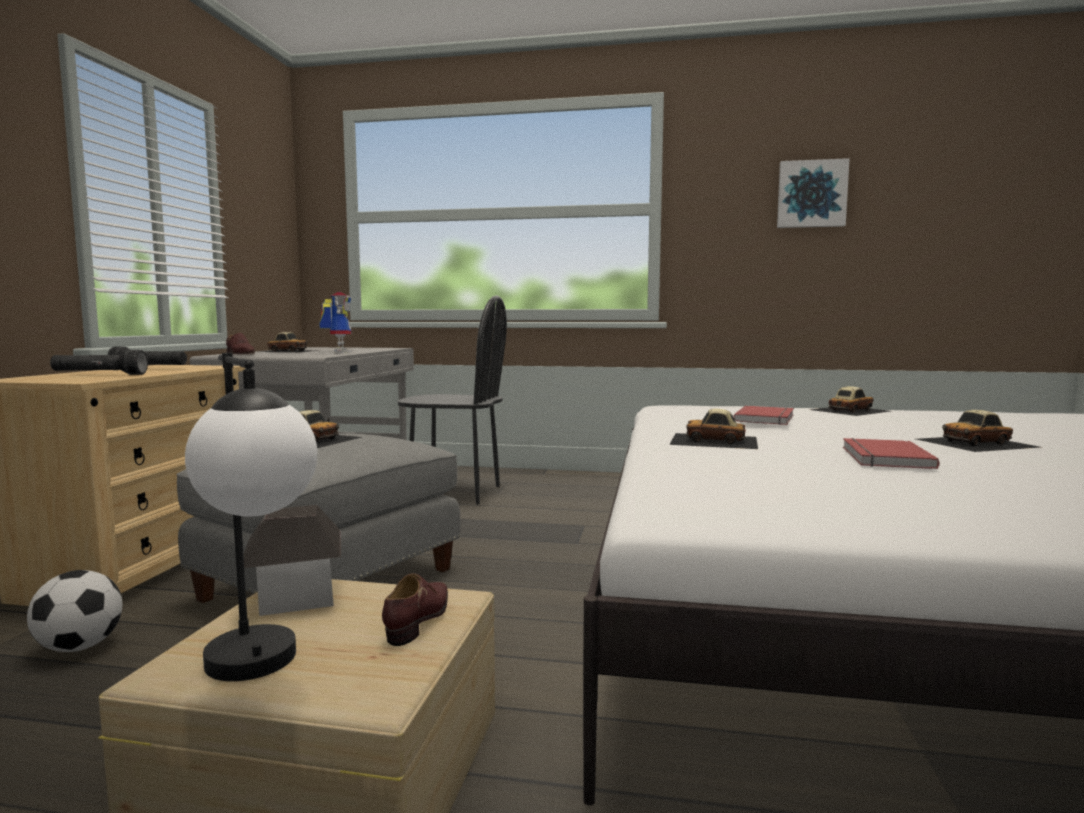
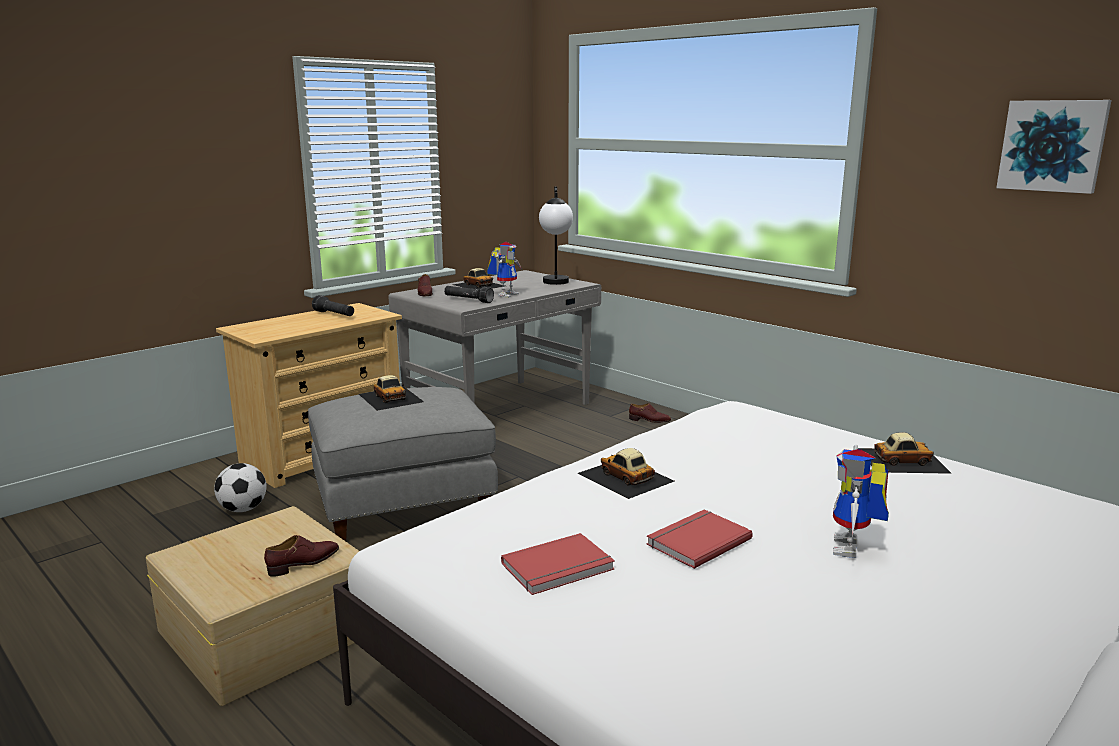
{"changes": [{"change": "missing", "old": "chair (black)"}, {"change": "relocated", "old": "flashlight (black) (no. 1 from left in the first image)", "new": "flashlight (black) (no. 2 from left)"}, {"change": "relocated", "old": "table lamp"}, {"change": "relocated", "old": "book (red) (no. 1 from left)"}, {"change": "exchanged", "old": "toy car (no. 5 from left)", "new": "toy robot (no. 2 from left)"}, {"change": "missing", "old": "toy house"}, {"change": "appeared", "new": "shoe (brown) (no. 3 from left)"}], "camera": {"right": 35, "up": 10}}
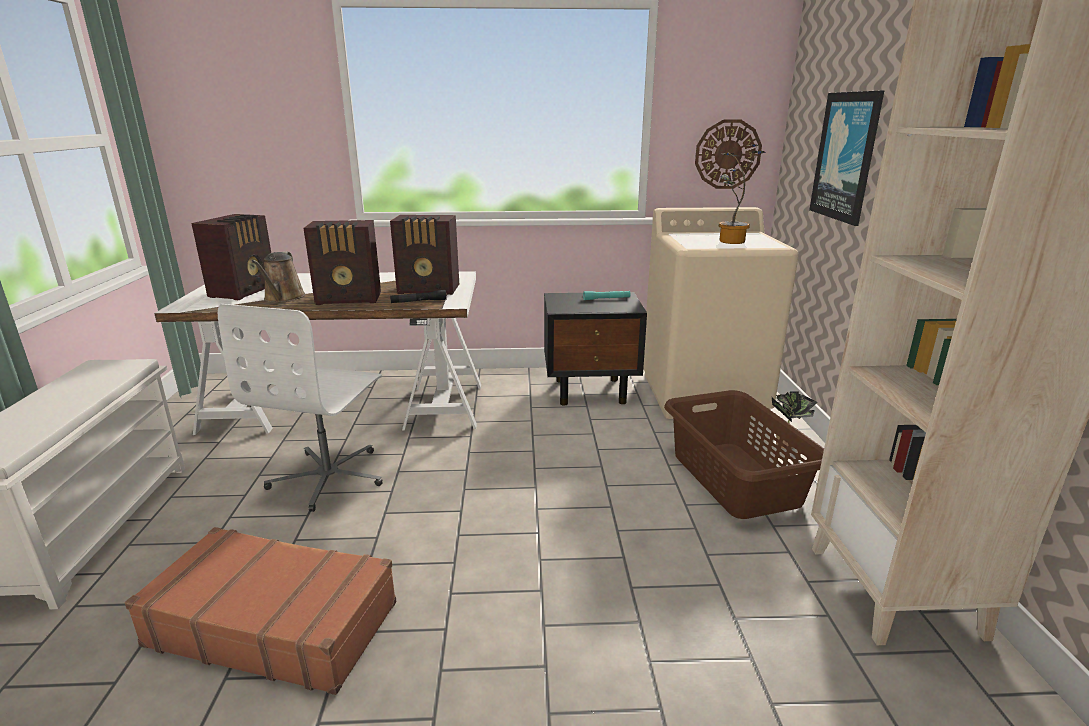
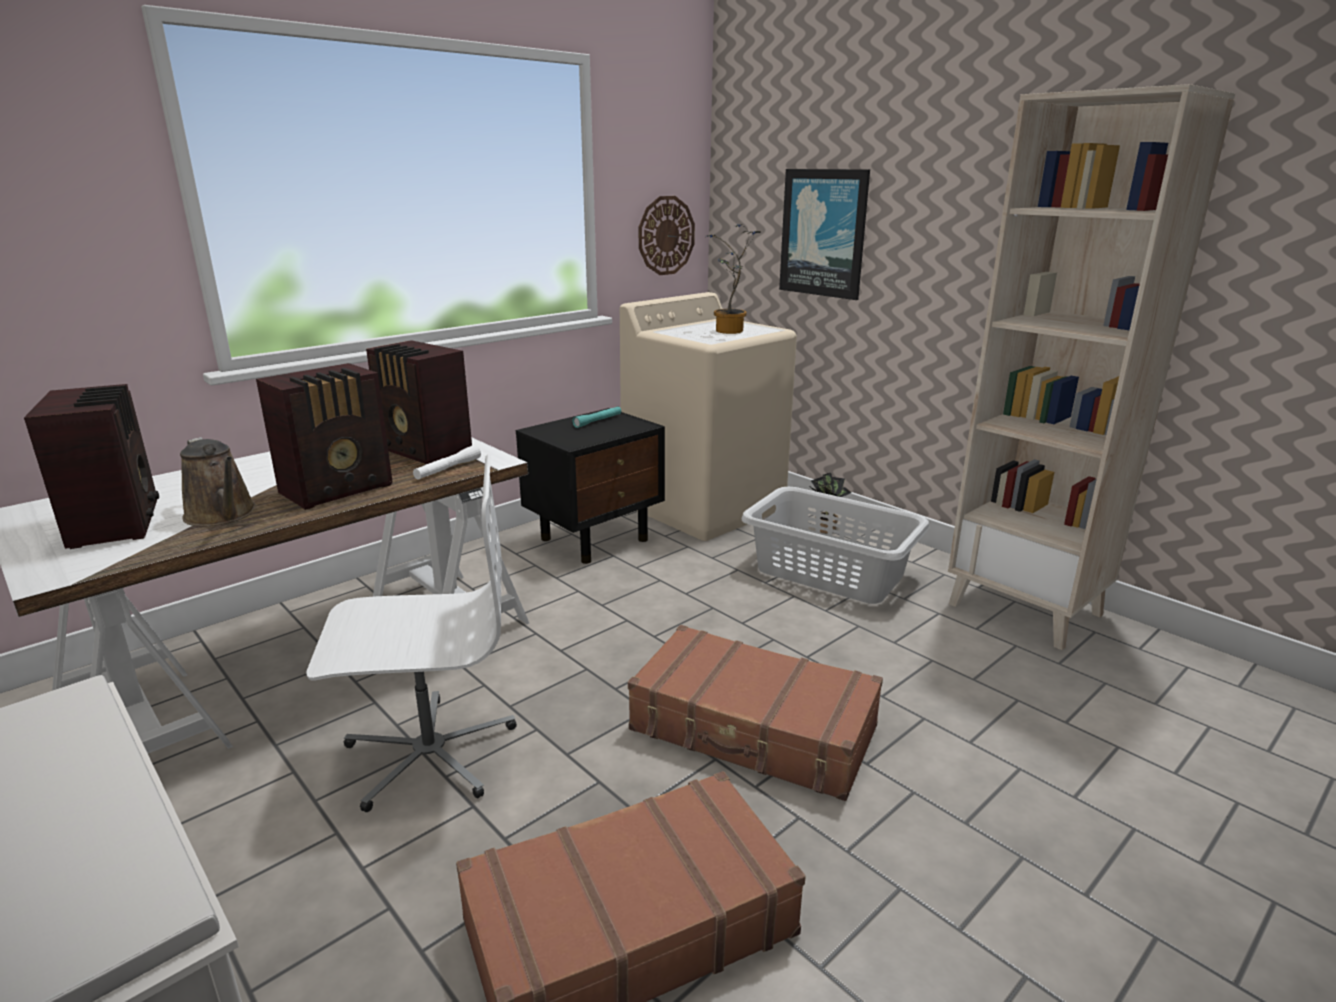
{"changes": [{"change": "spun", "old": "radio (no. 3 from left)", "degrees": 75}, {"change": "colour", "old": "flashlight (black)", "new": "flashlight (white)"}, {"change": "spun", "old": "office chair (white)", "degrees": -75}, {"change": "colour", "old": "laundry basket (brown)", "new": "laundry basket (grey)"}, {"change": "appeared", "new": "suitcase (brown) (no. 2 from left)"}], "camera": {"right": -40, "up": 0}}
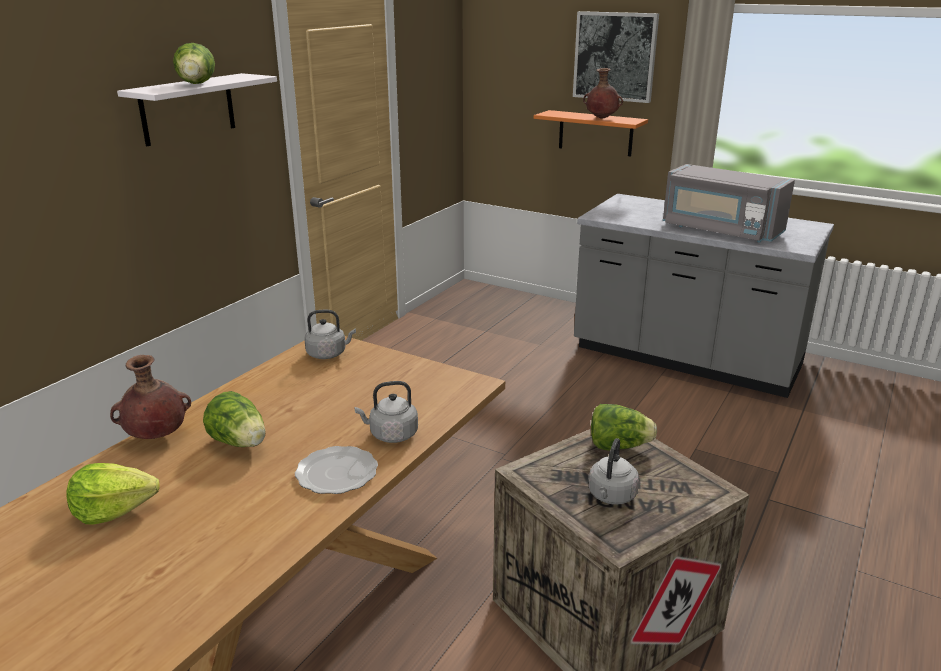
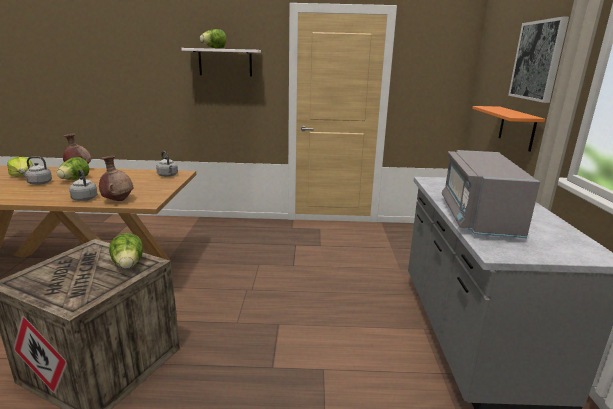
{"changes": [{"change": "relocated", "old": "vase (brown) (no. 2 from left)"}, {"change": "relocated", "old": "kettle (grey) (no. 3 from left in the first image)", "new": "kettle (grey) (no. 1 from left)"}, {"change": "missing", "old": "plate"}], "camera": {"right": 60, "up": -5}}
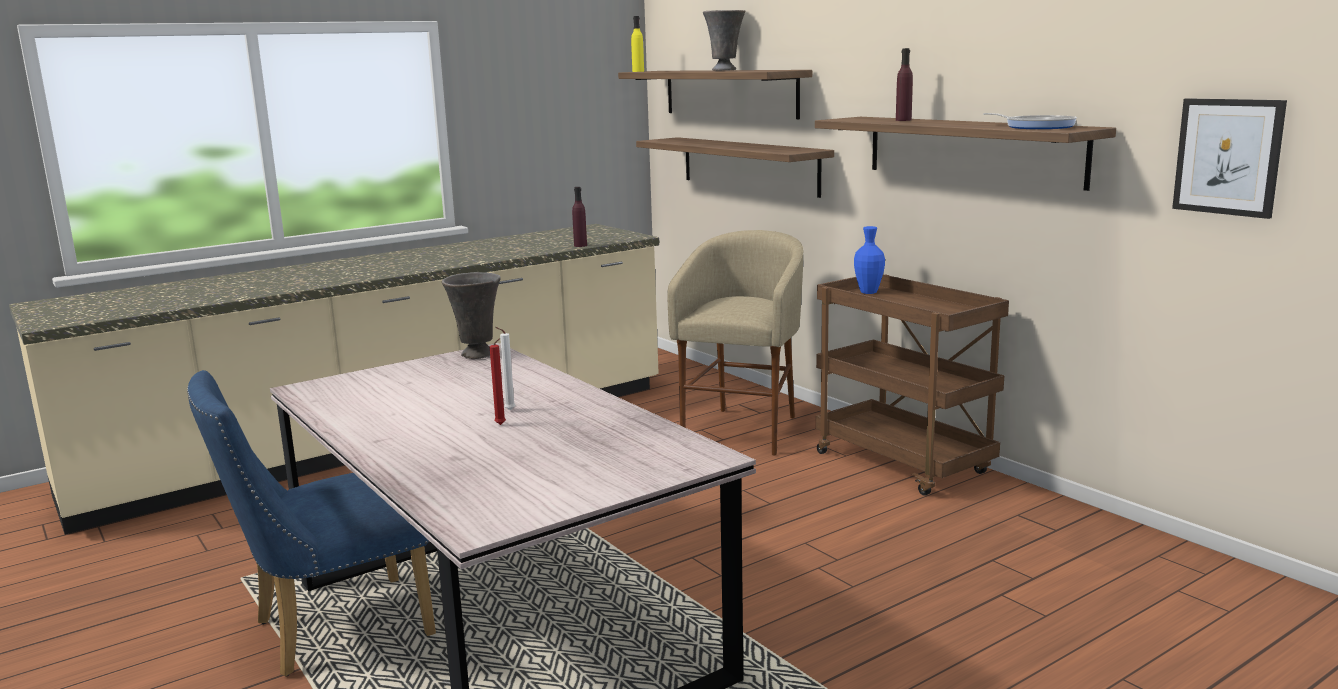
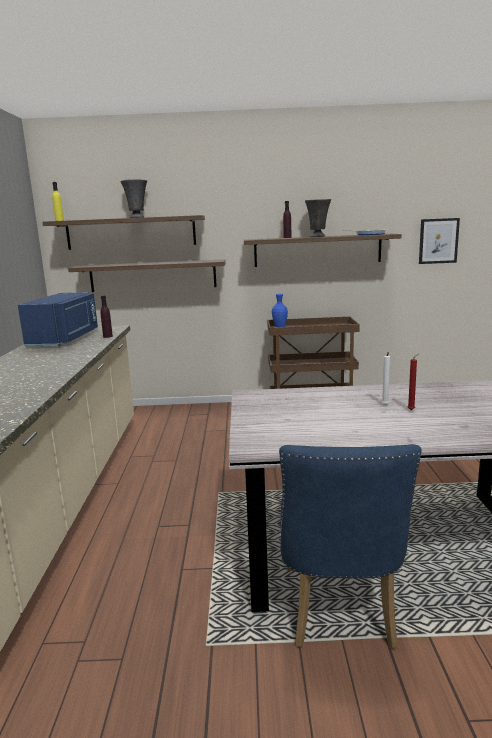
{"changes": [{"change": "missing", "old": "stool (beige)"}, {"change": "relocated", "old": "vase (grey) (no. 1 from left in the first image)", "new": "vase (grey) (no. 2 from left)"}, {"change": "appeared", "new": "microwave (blue)"}], "camera": {"right": -55, "up": 0}}
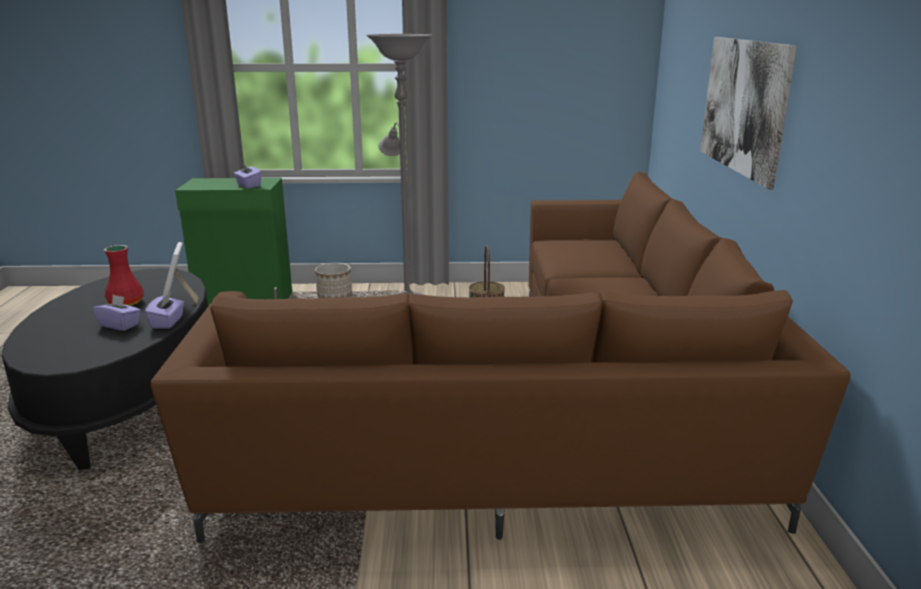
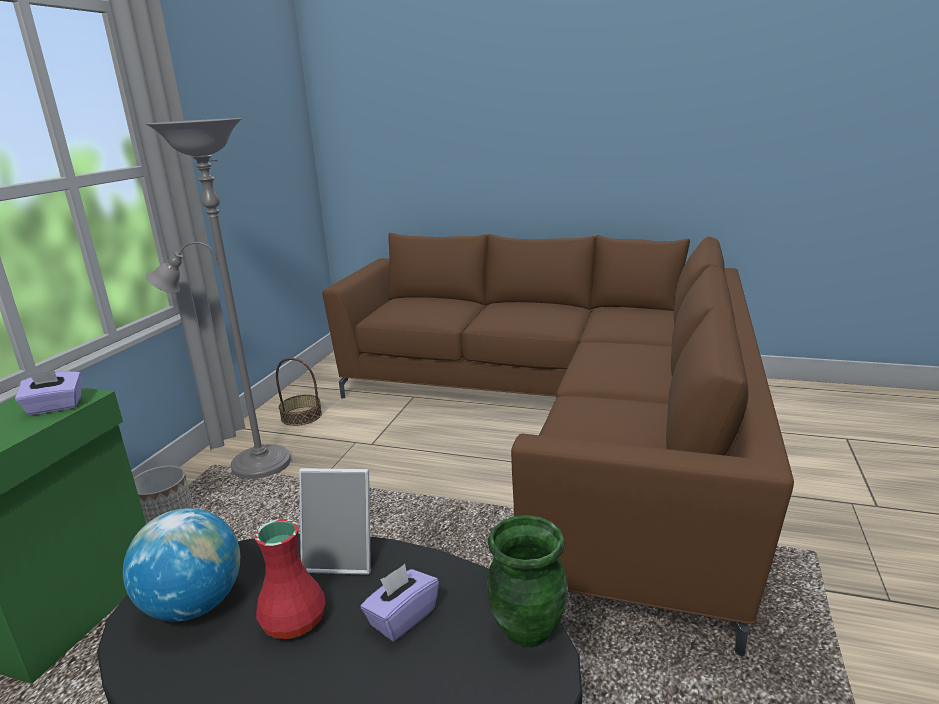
{"changes": [{"change": "missing", "old": "picture"}, {"change": "missing", "old": "tissue box (purple) (no. 2 from left)"}, {"change": "appeared", "new": "globe"}, {"change": "appeared", "new": "vase (green)"}], "camera": {"right": -70, "up": 0}}
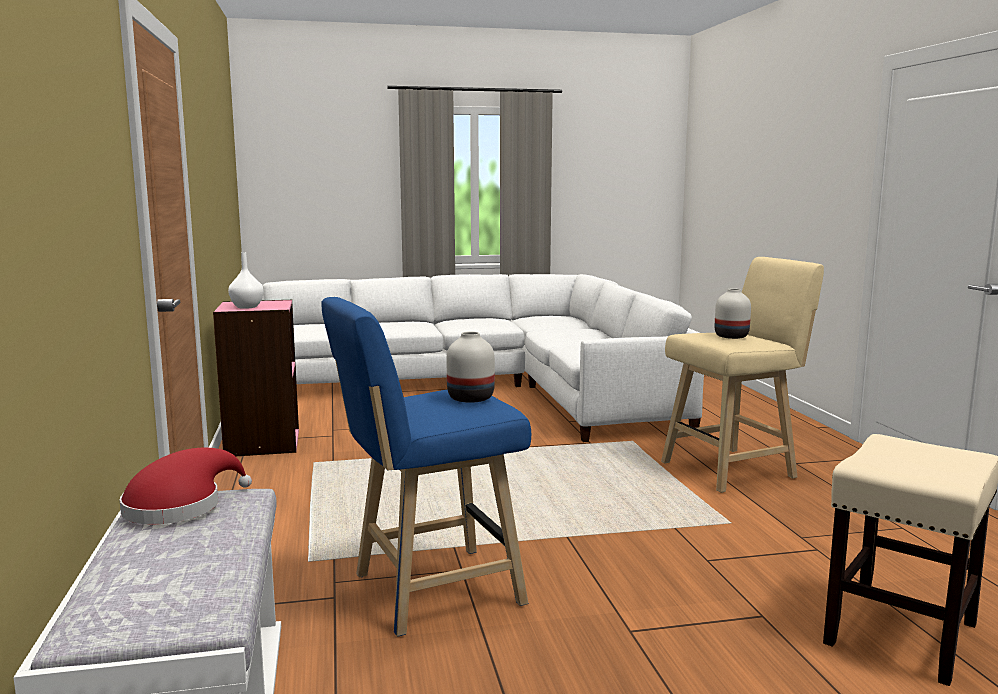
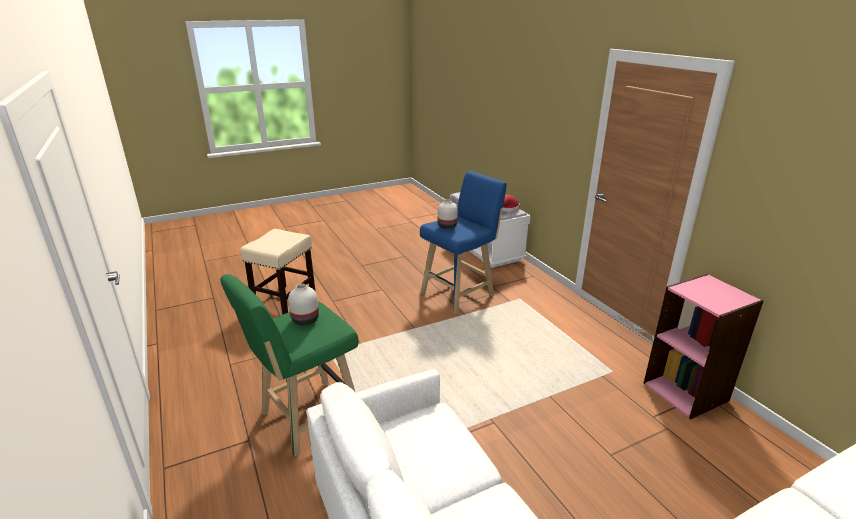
{"changes": [{"change": "missing", "old": "vase (white) (no. 1 from left)"}, {"change": "colour", "old": "stool (beige) (no. 1 from left)", "new": "stool (green)"}], "camera": {"right": 165, "up": 15}}
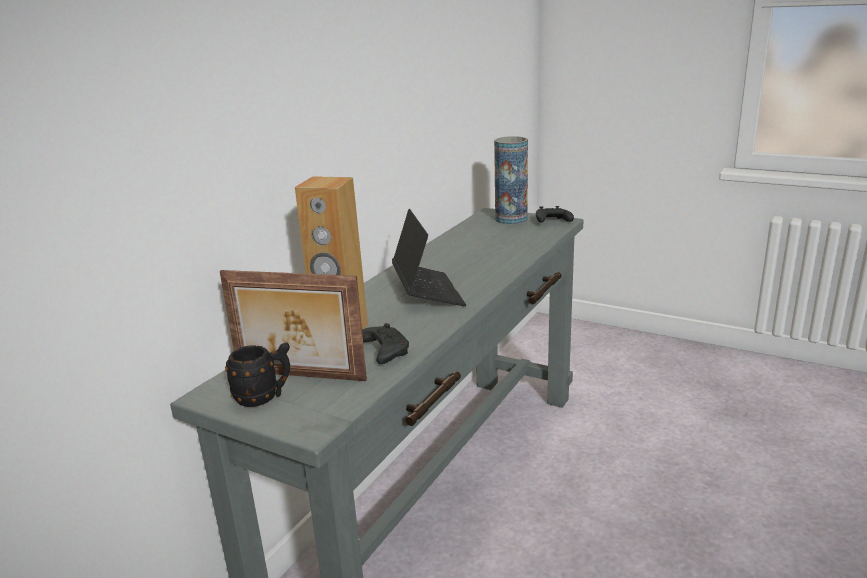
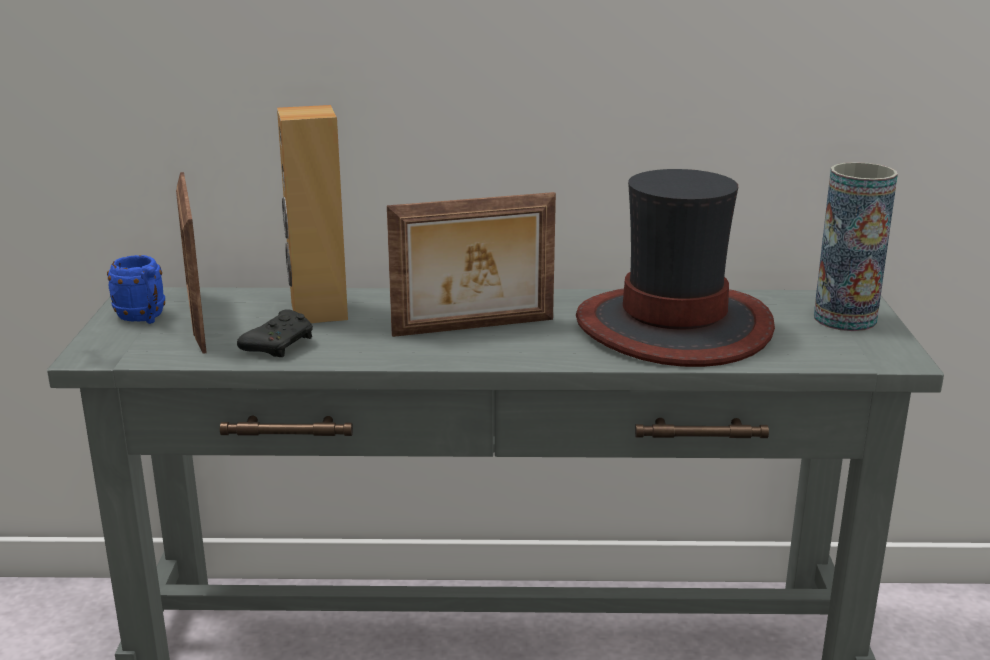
{"changes": [{"change": "missing", "old": "game controller (black) (no. 2 from left)"}, {"change": "exchanged", "old": "laptop", "new": "picture frame (no. 2 from left)"}, {"change": "colour", "old": "mug (black)", "new": "mug (blue)"}, {"change": "appeared", "new": "hat"}], "camera": {"right": 60, "up": 0}}
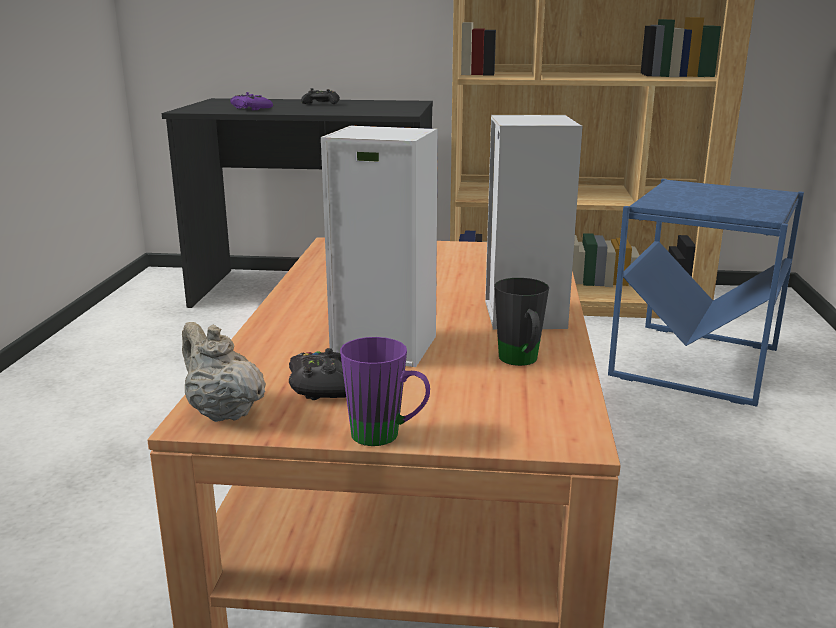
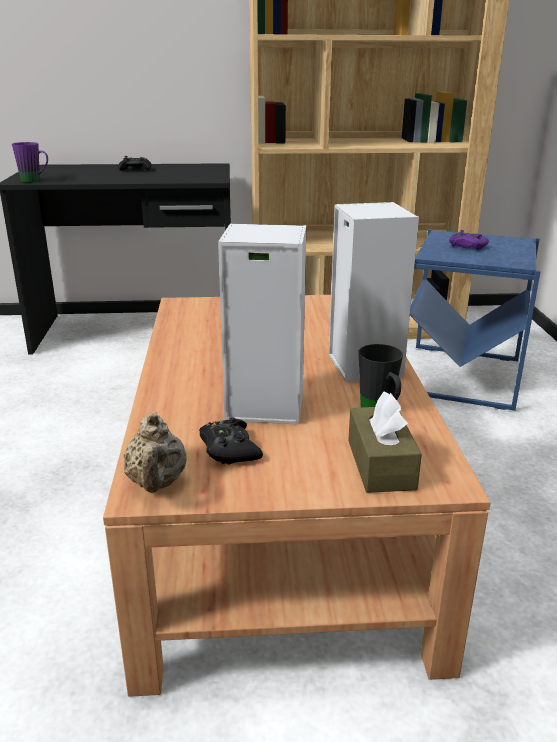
{"changes": [{"change": "relocated", "old": "game controller (purple)"}, {"change": "spun", "old": "teapot (beige)", "degrees": -135}, {"change": "relocated", "old": "mug (purple)"}, {"change": "appeared", "new": "tissue box (brown)"}], "camera": {"right": -10, "up": 5}}
